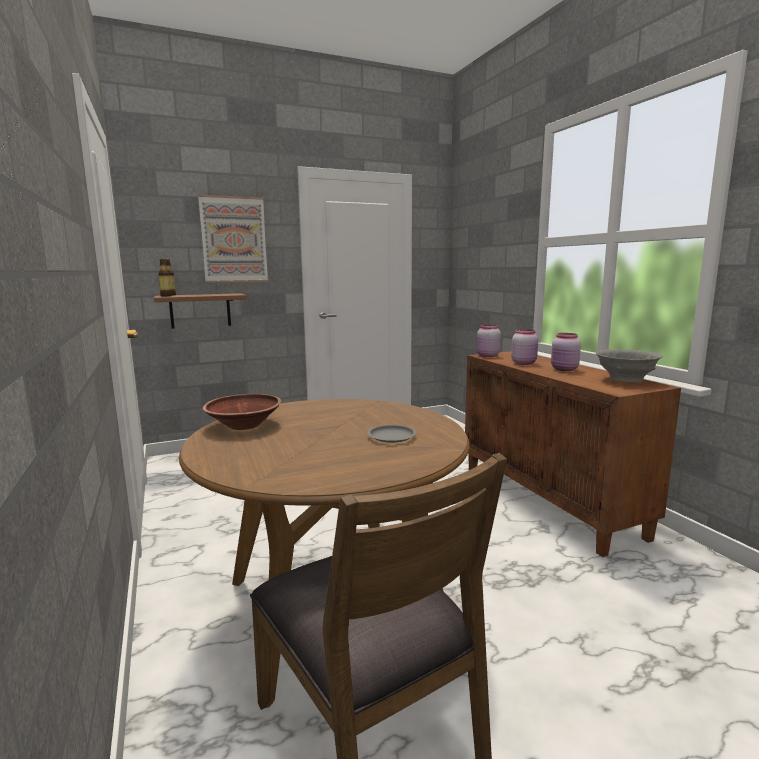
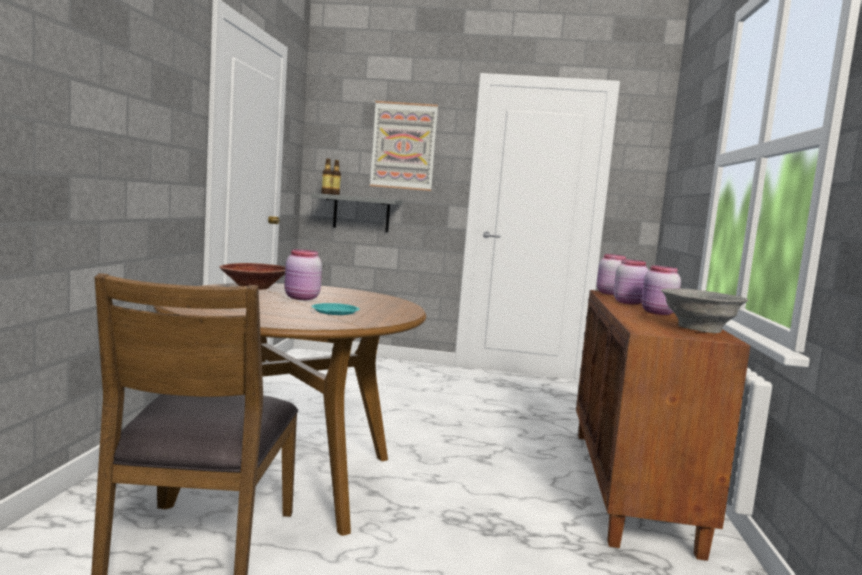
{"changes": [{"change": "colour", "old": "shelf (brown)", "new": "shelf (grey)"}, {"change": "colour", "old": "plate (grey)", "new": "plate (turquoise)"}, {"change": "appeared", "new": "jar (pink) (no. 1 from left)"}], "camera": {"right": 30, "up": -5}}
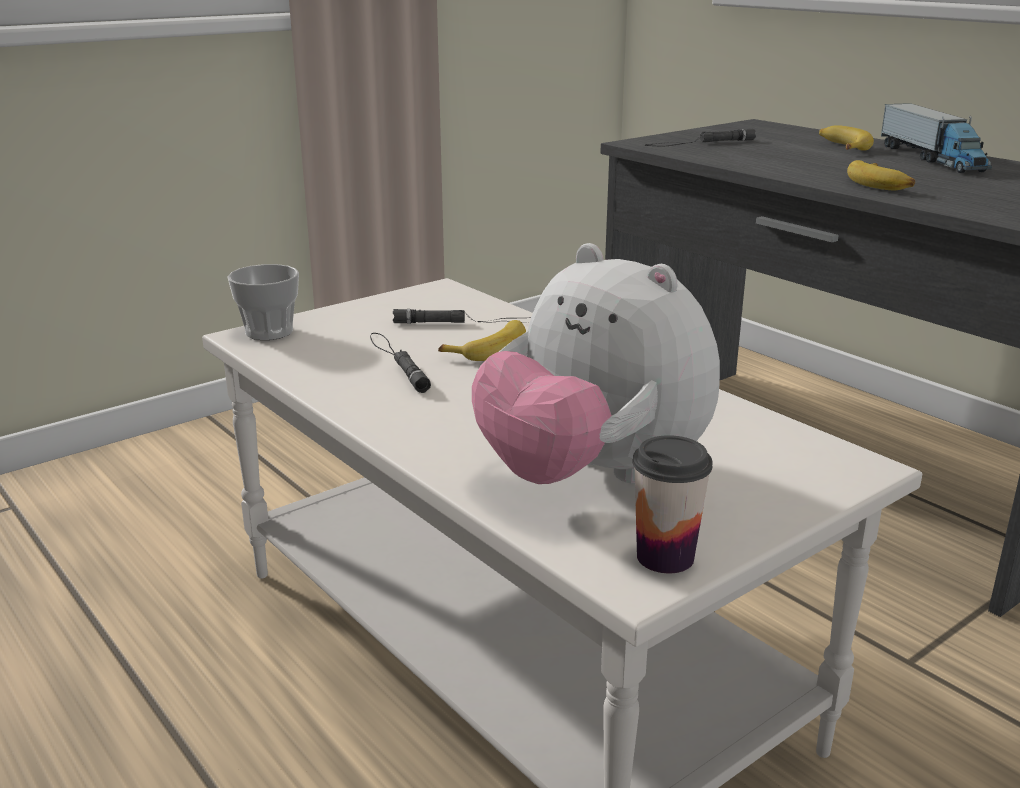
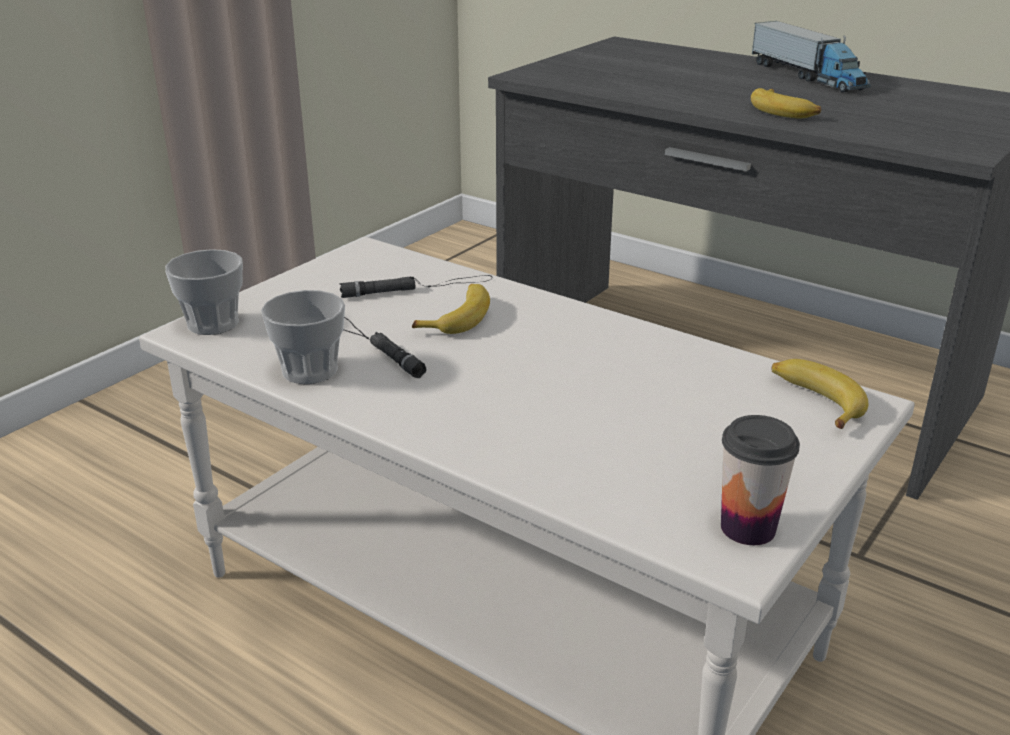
{"changes": [{"change": "relocated", "old": "banana (no. 2 from left in the first image)", "new": "banana (no. 3 from left)"}, {"change": "missing", "old": "flashlight (black) (no. 3 from left)"}, {"change": "missing", "old": "plush toy"}, {"change": "appeared", "new": "cup (no. 2 from left)"}], "camera": {"right": -15, "up": 5}}
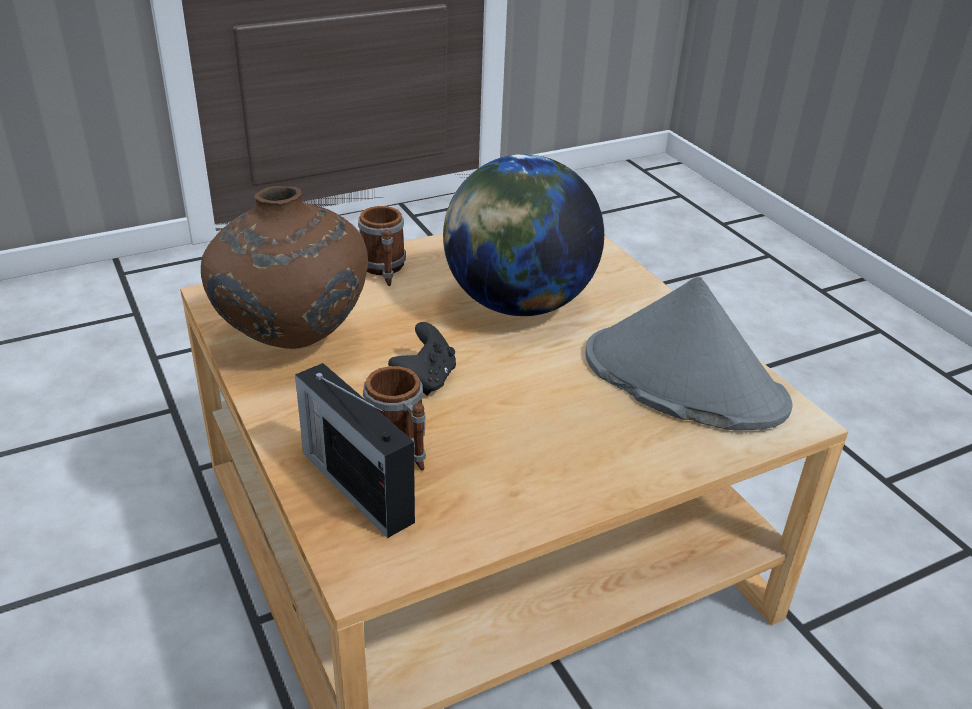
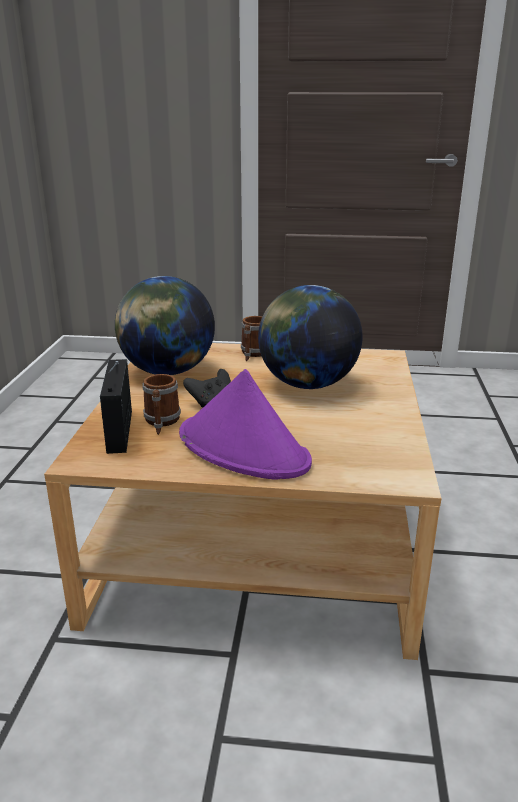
{"changes": [{"change": "exchanged", "old": "vase (brown)", "new": "globe (no. 1 from left)"}, {"change": "missing", "old": "hat (grey)"}, {"change": "appeared", "new": "hat (purple)"}], "camera": {"right": 35, "up": -10}}
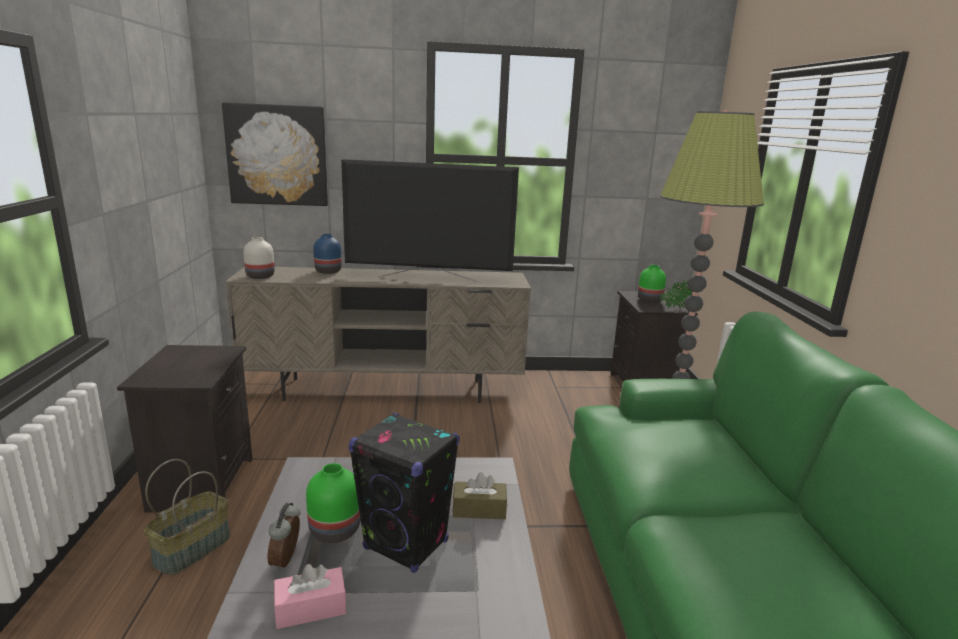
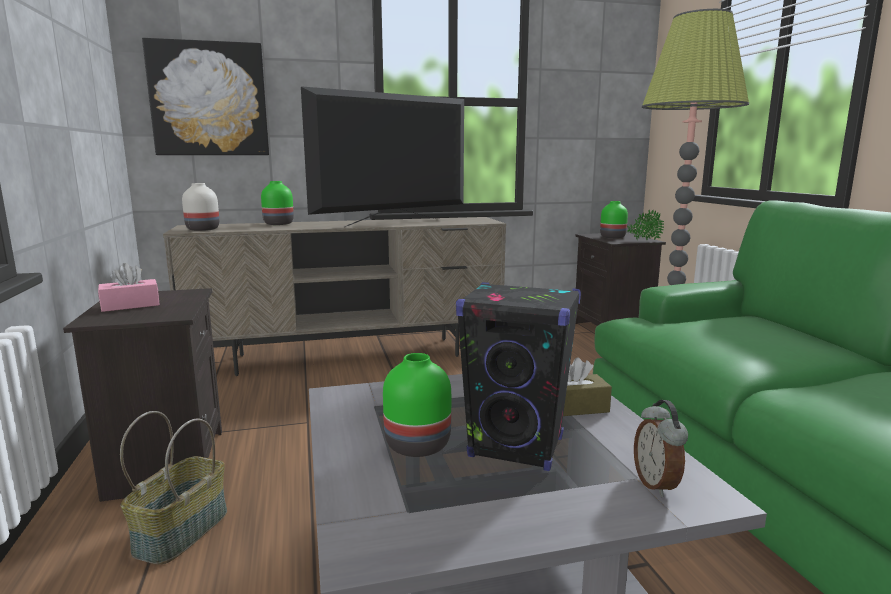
{"changes": [{"change": "spun", "old": "television", "degrees": 150}, {"change": "colour", "old": "vase (blue)", "new": "vase (green) (no. 1 from left)"}, {"change": "relocated", "old": "alarm clock"}, {"change": "relocated", "old": "tissue box (pink)"}], "camera": {"right": -10, "up": -5}}
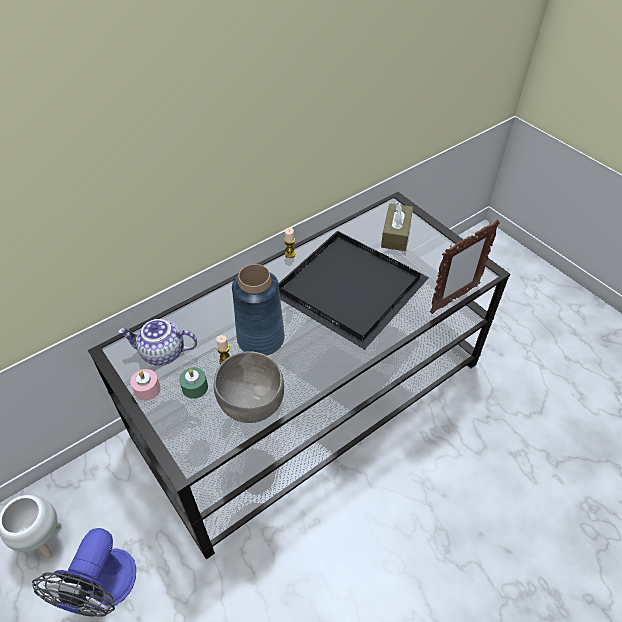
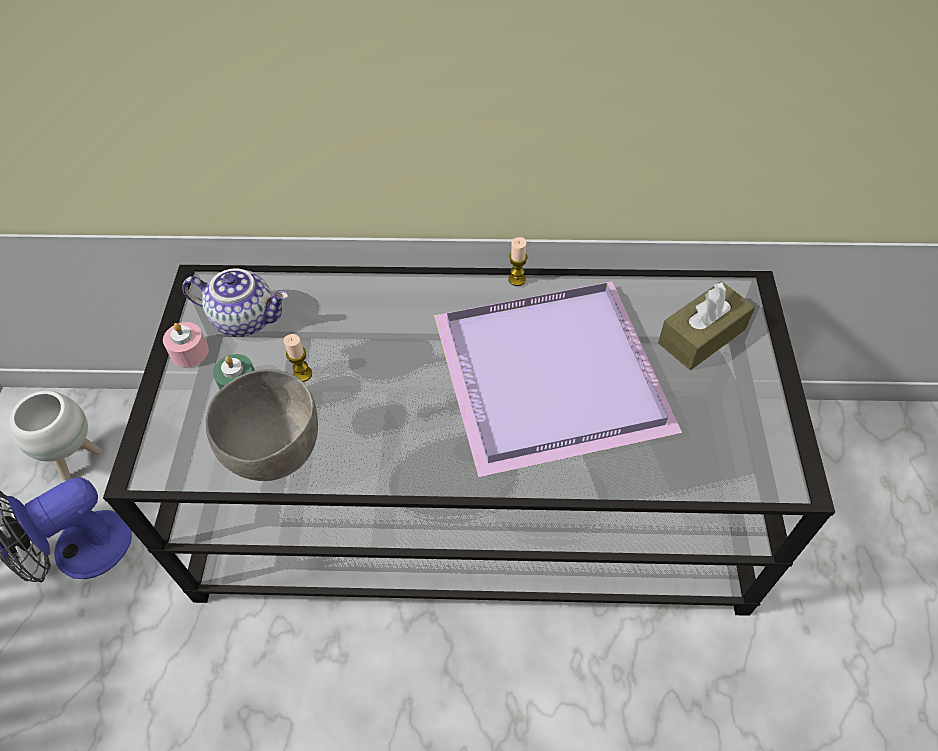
{"changes": [{"change": "missing", "old": "picture frame"}, {"change": "colour", "old": "tray (black)", "new": "tray (purple)"}, {"change": "missing", "old": "vase (blue)"}, {"change": "spun", "old": "teapot", "degrees": 150}], "camera": {"right": 40, "up": 5}}
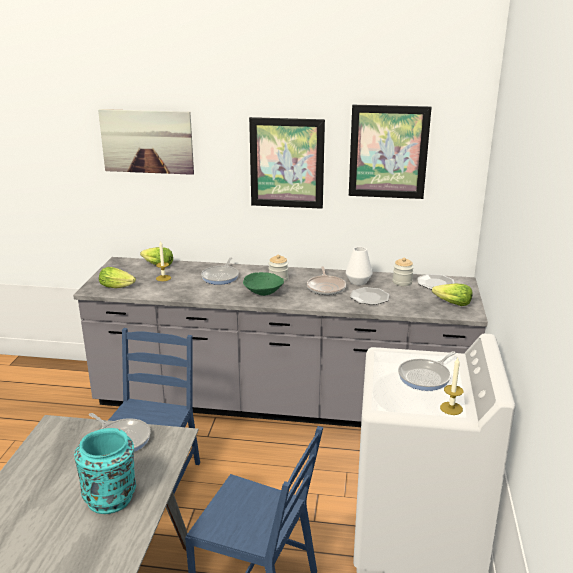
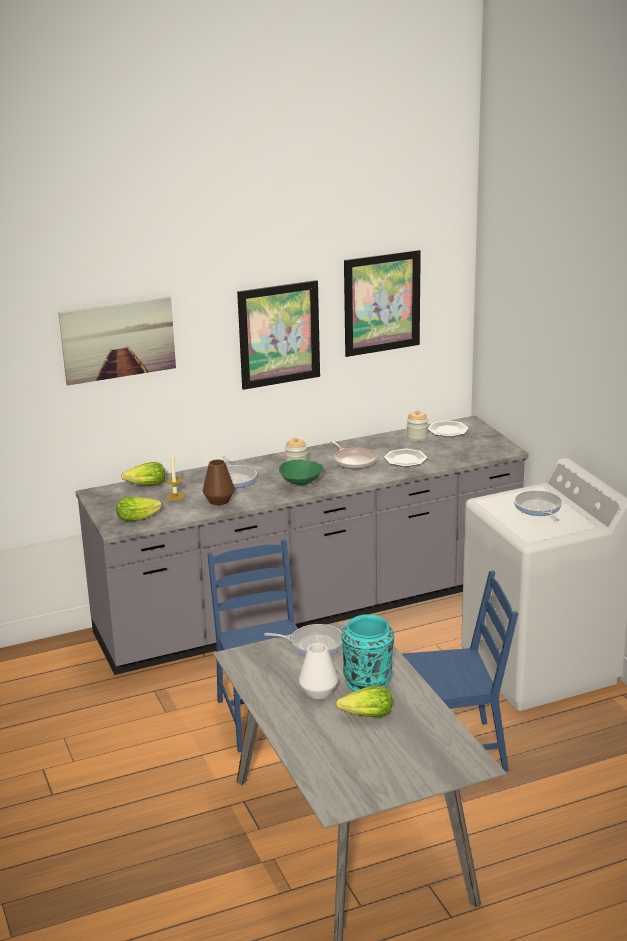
{"changes": [{"change": "relocated", "old": "vase (white)"}, {"change": "relocated", "old": "lettuce (no. 3 from left)"}, {"change": "spun", "old": "frying pan (no. 4 from left)", "degrees": 150}, {"change": "missing", "old": "candle (no. 2 from left)"}, {"change": "appeared", "new": "vase (brown)"}], "camera": {"right": -30, "up": 0}}
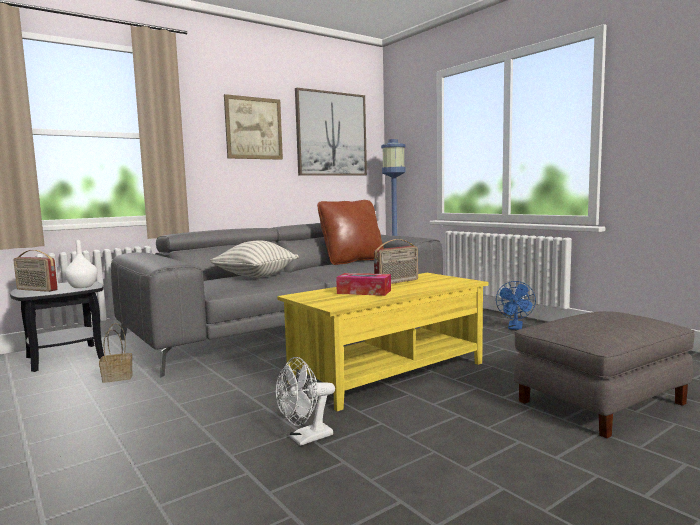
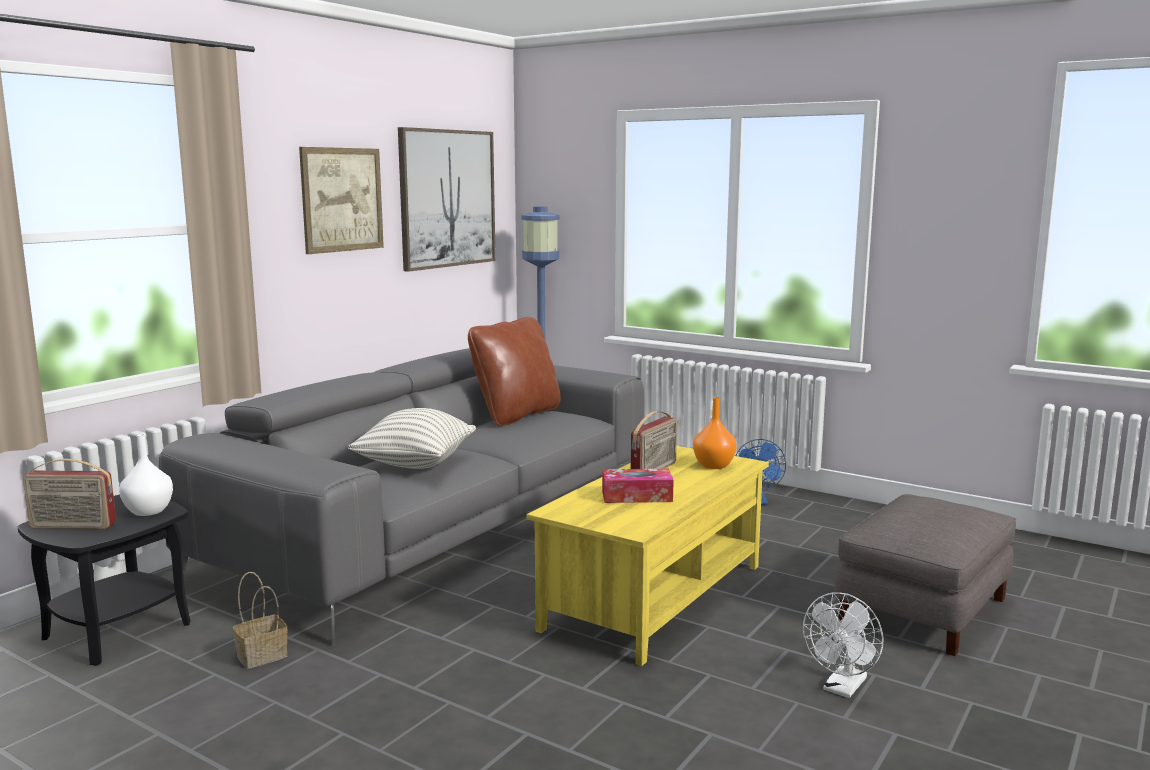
{"changes": [{"change": "relocated", "old": "fan (white)"}, {"change": "appeared", "new": "vase (orange)"}], "camera": {"right": -20, "up": 5}}
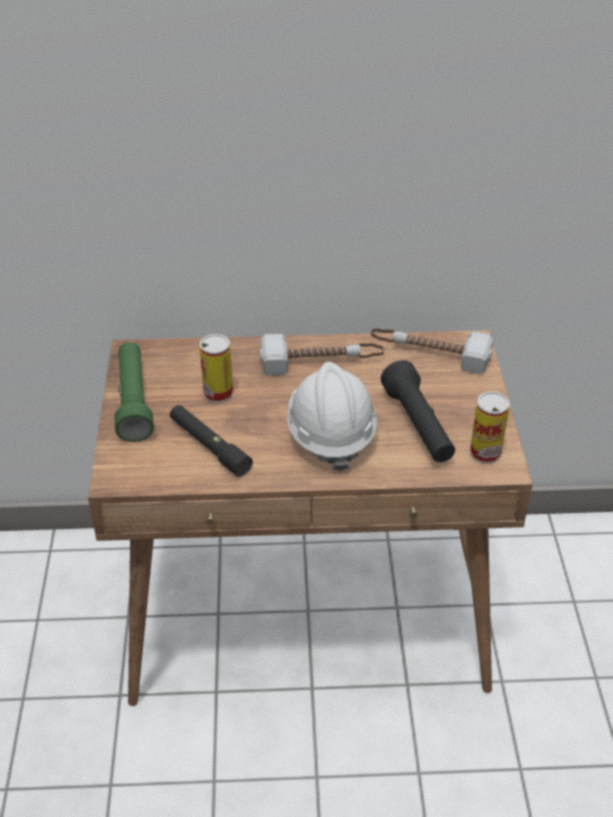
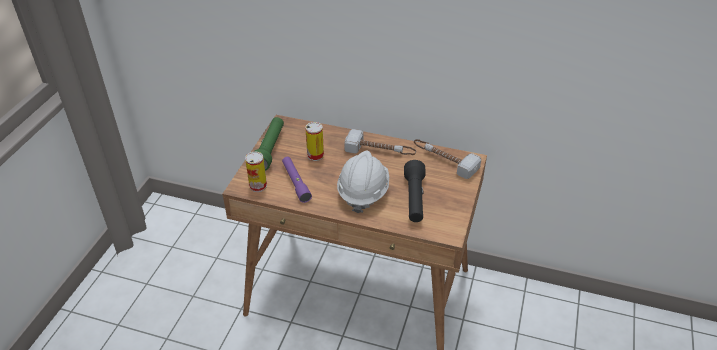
{"changes": [{"change": "relocated", "old": "can (no. 2 from left in the first image)", "new": "can (no. 1 from left)"}, {"change": "colour", "old": "flashlight (black) (no. 1 from left)", "new": "flashlight (purple)"}], "camera": {"right": 20, "up": 0}}
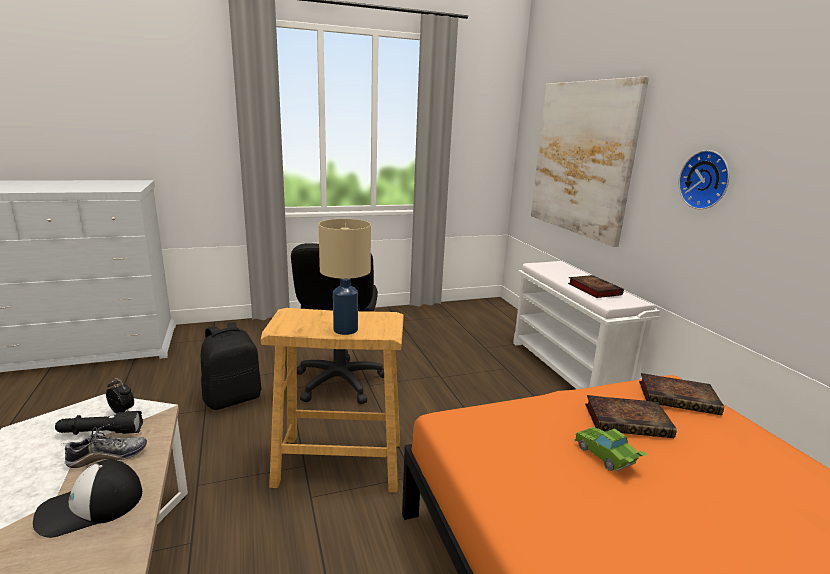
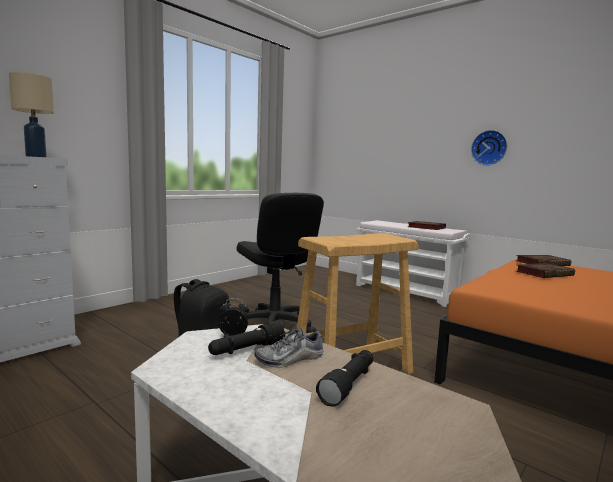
{"changes": [{"change": "missing", "old": "picture"}, {"change": "relocated", "old": "table lamp (beige)"}, {"change": "spun", "old": "shoe", "degrees": -150}, {"change": "missing", "old": "toy car (green)"}, {"change": "exchanged", "old": "cap", "new": "flashlight (black) (no. 2 from left)"}], "camera": {"right": -30, "up": -10}}
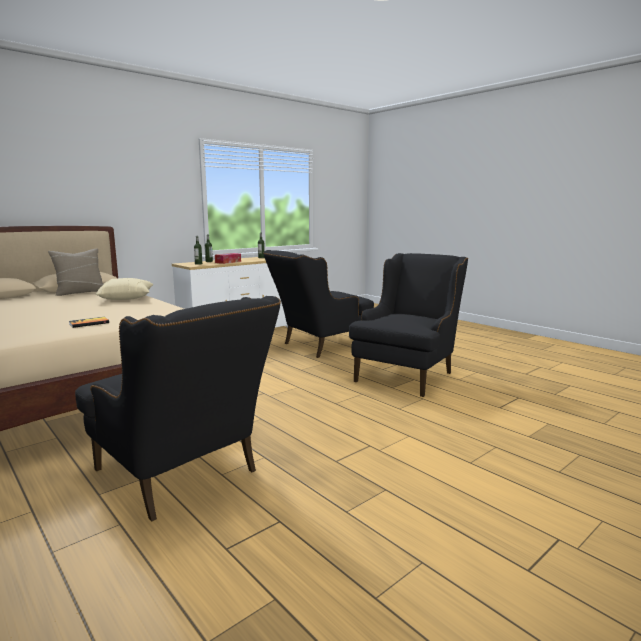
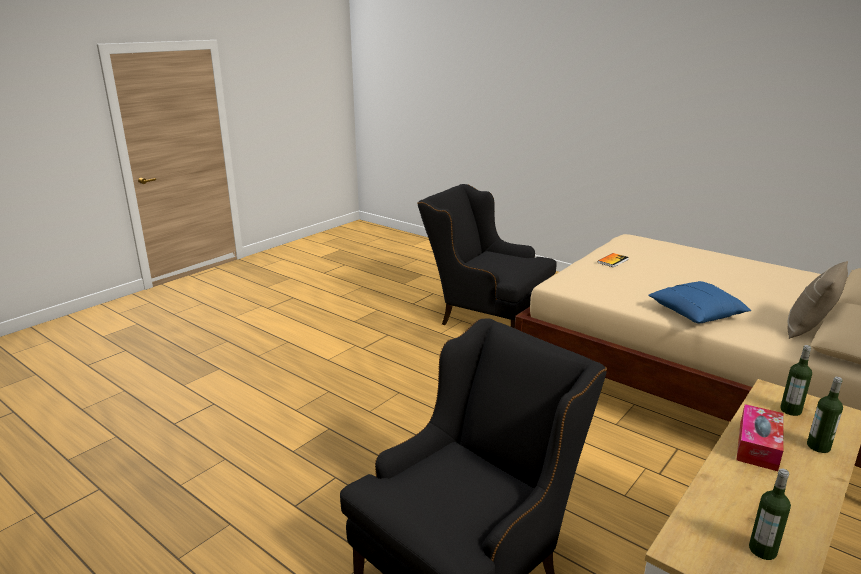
{"changes": [{"change": "missing", "old": "armchair (black) (no. 3 from left)"}, {"change": "colour", "old": "pillow (beige) (no. 2 from left)", "new": "pillow (blue)"}], "camera": {"right": 170, "up": 10}}
